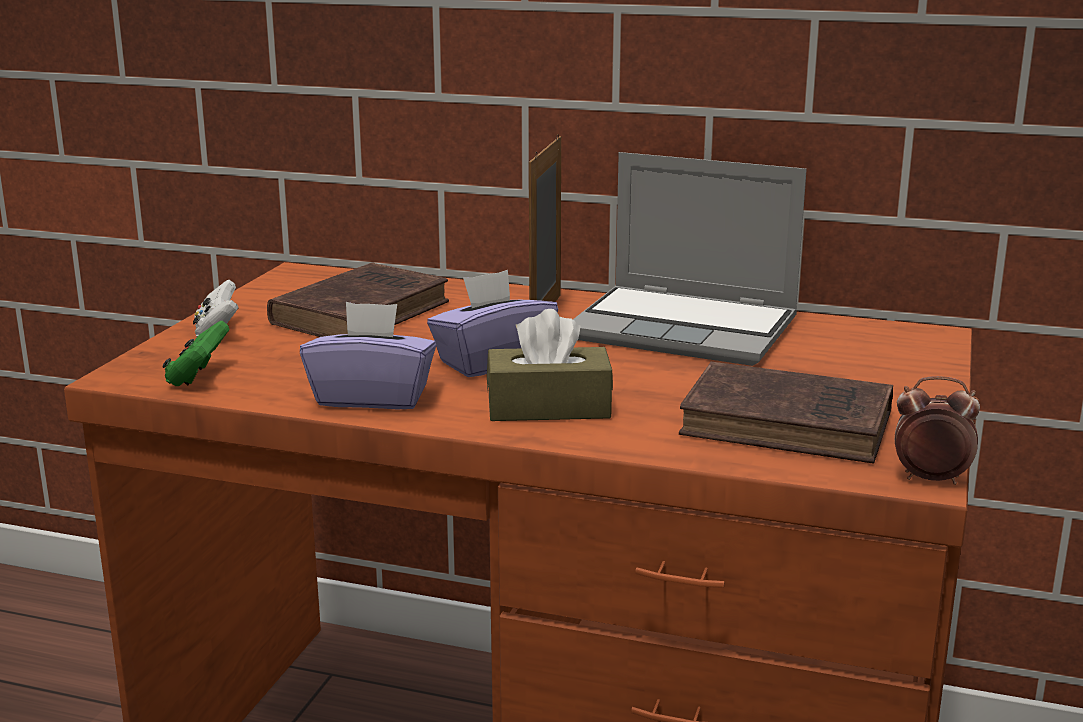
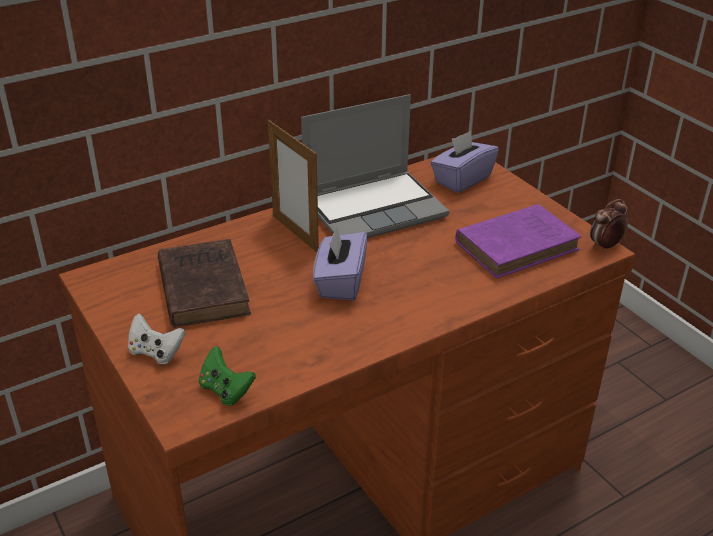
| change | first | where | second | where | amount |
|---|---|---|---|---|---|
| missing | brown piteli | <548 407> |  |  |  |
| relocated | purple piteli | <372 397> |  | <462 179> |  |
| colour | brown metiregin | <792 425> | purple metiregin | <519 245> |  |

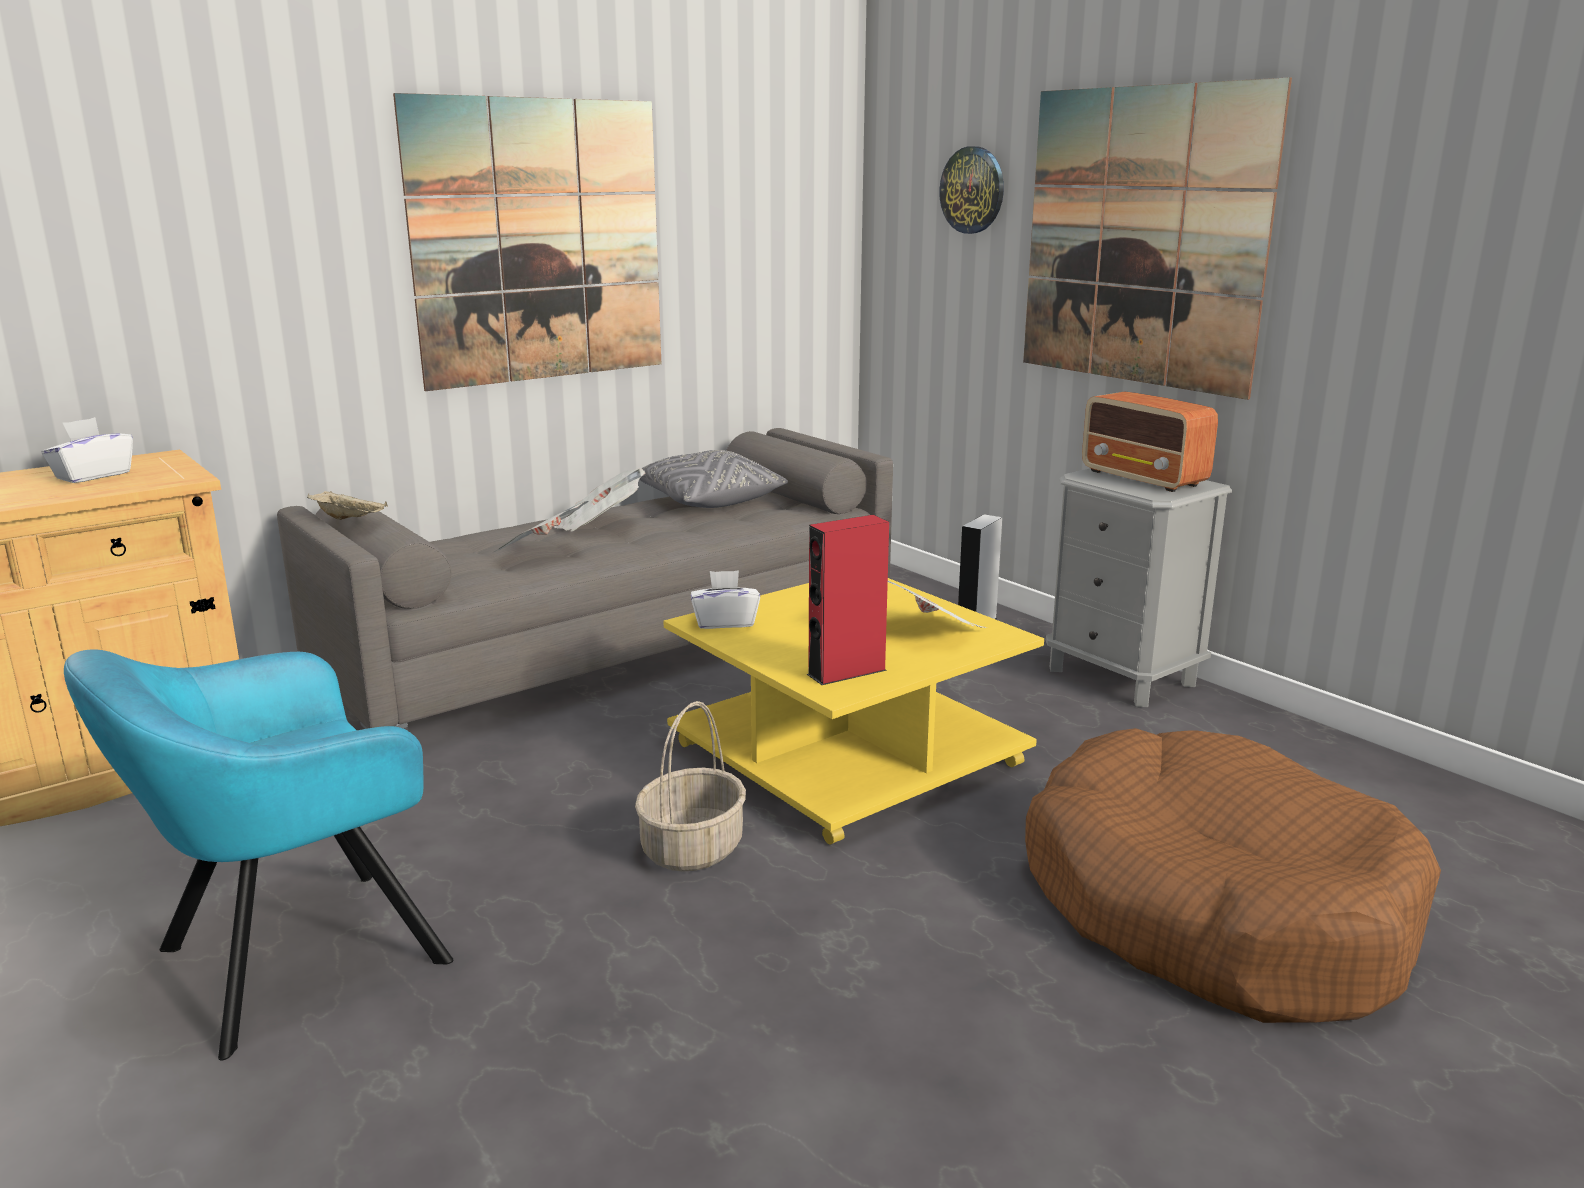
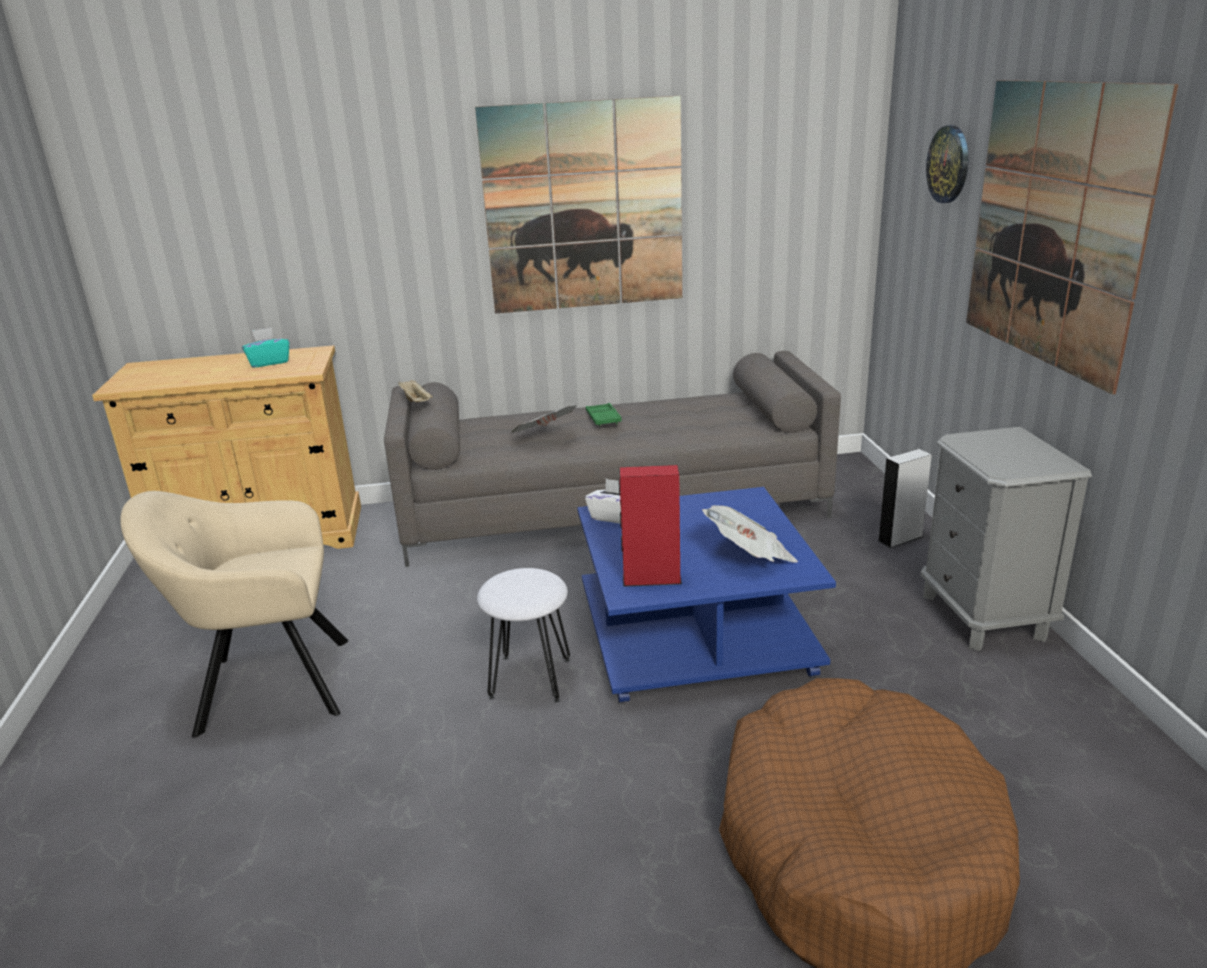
| change | first | where | second | where | amount |
|---|---|---|---|---|---|
| missing | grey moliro | <707 500> |  |  |  |
| missing | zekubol | <1144 478> |  |  |  |
| exchanged | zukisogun | <598 525> | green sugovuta | <603 418> |  |
| exchanged | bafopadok | <693 849> | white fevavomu | <530 679> |  |
| colour | white piteli | <93 475> | turquoise piteli | <269 362> |  |
| colour | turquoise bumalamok | <291 960> | beige bumalamok | <266 686> |  |
| colour | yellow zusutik | <848 752> | blue zusutik | <697 631> |  |

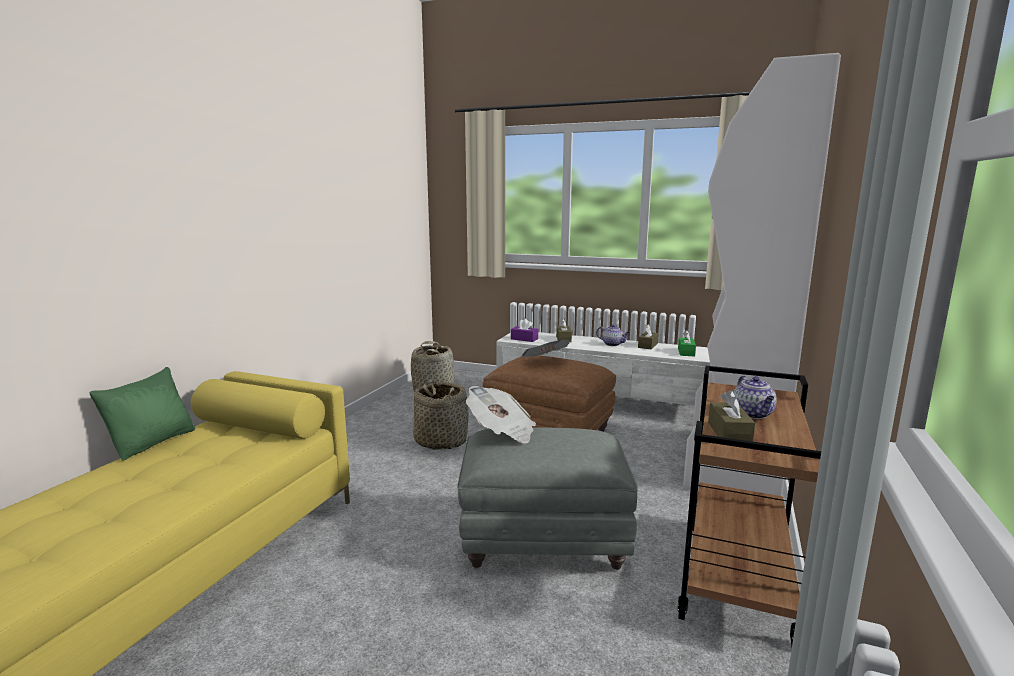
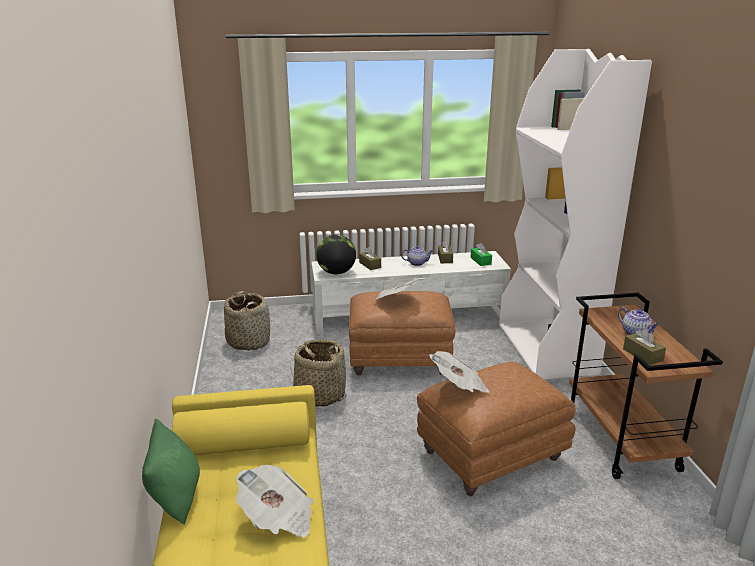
| change | first | where | second | where | amount |
|---|---|---|---|---|---|
| appeared |  |  | zukisogun | <278 517> |  |
| exchanged | purple piteli | <524 339> | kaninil | <336 272> |  |
| colour | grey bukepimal | <542 540> | brown bukepimal | <490 457> |  |

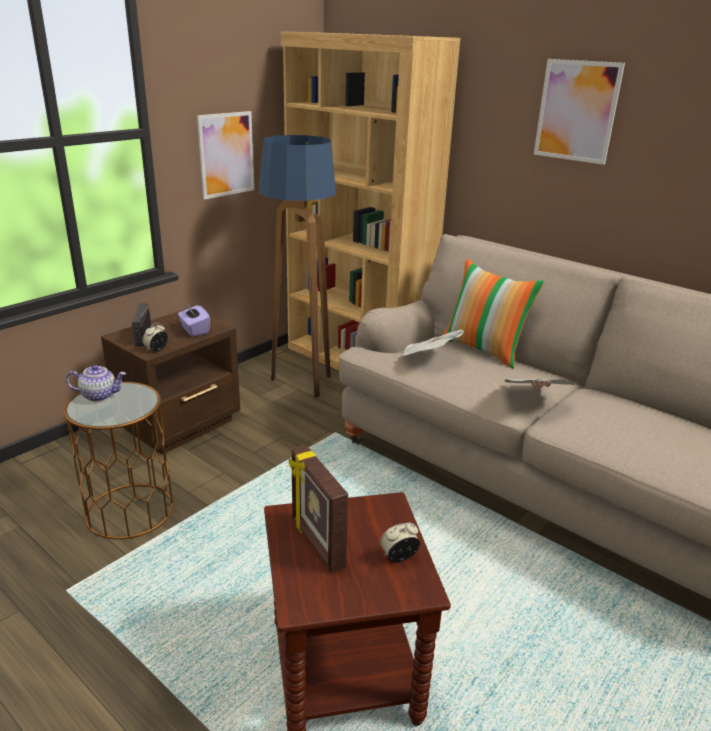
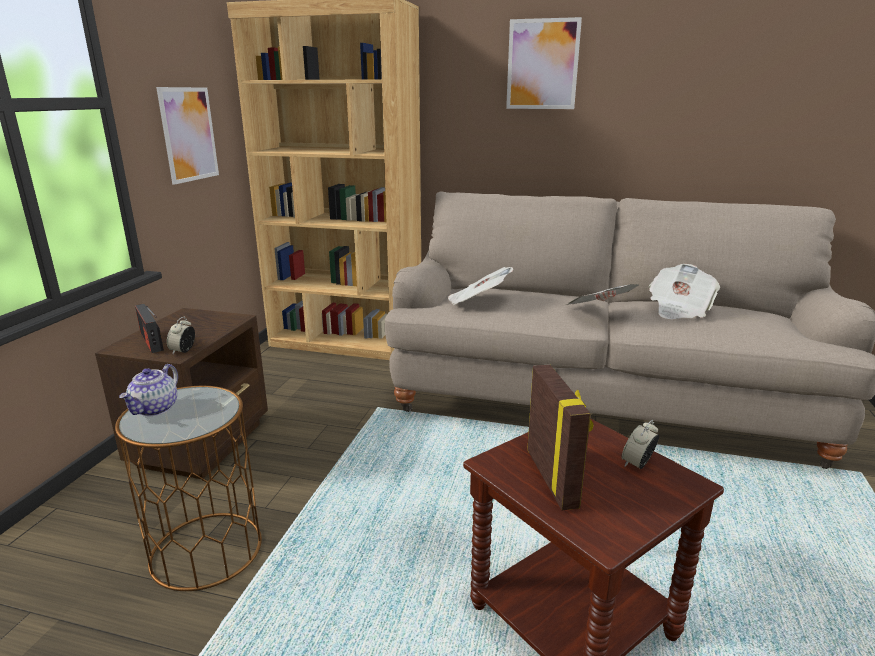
| change | first | where | second | where | amount |
|---|---|---|---|---|---|
| missing | purple piteli | <194 330> |  |  |  |
| missing | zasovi | <300 383> |  |  |  |
| missing | moliro | <484 350> |  |  |  |
| appeared |  |  | zukisogun | <679 309> |  |
| spun | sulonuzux | <99 395> |  | <155 409> | 135 degrees clockwise |
| spun | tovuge | <316 543> |  | <553 478> | 135 degrees counterclockwise |

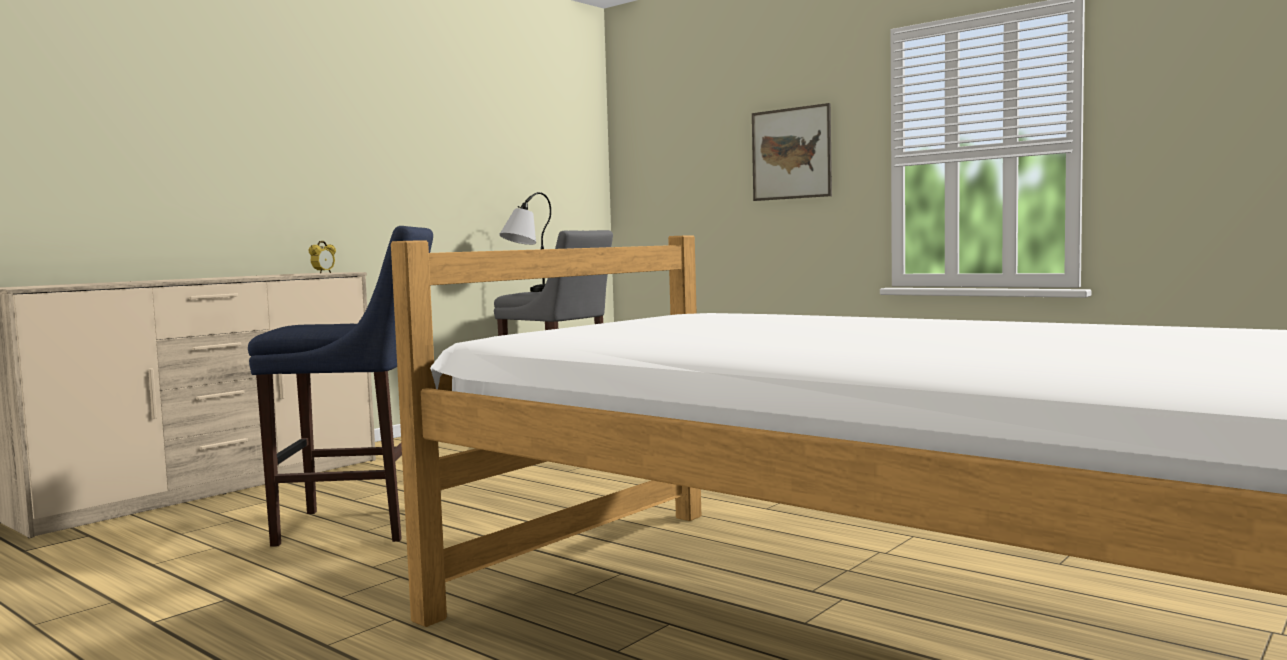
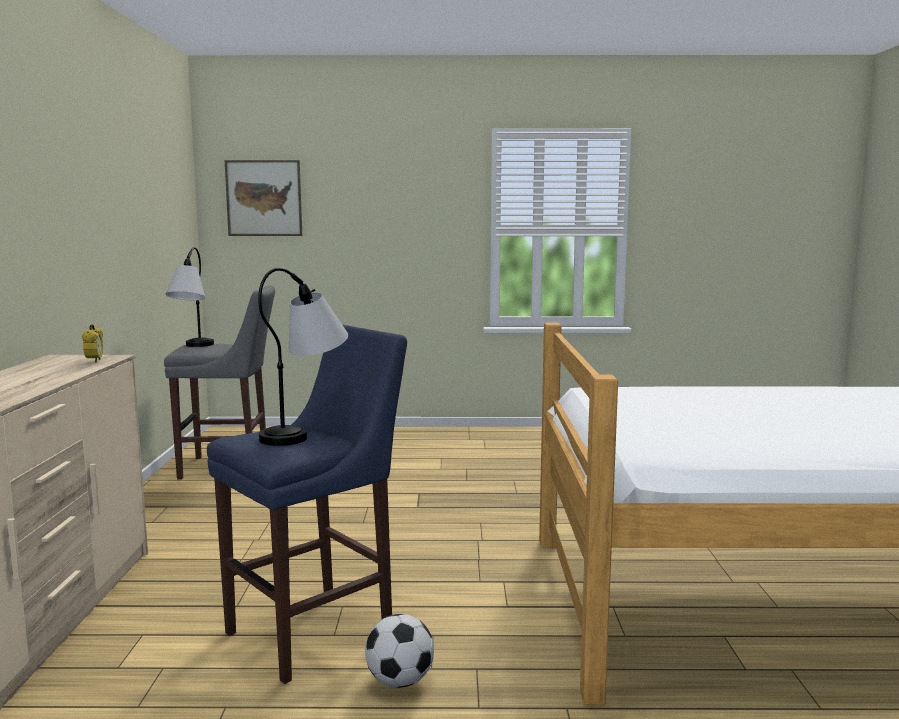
| change | first | where | second | where | amount |
|---|---|---|---|---|---|
| appeared |  |  | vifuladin | <307 431> |  |
| appeared |  |  | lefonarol | <399 681> |  |
| relocated | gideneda | <791 153> |  | <264 198> |  |

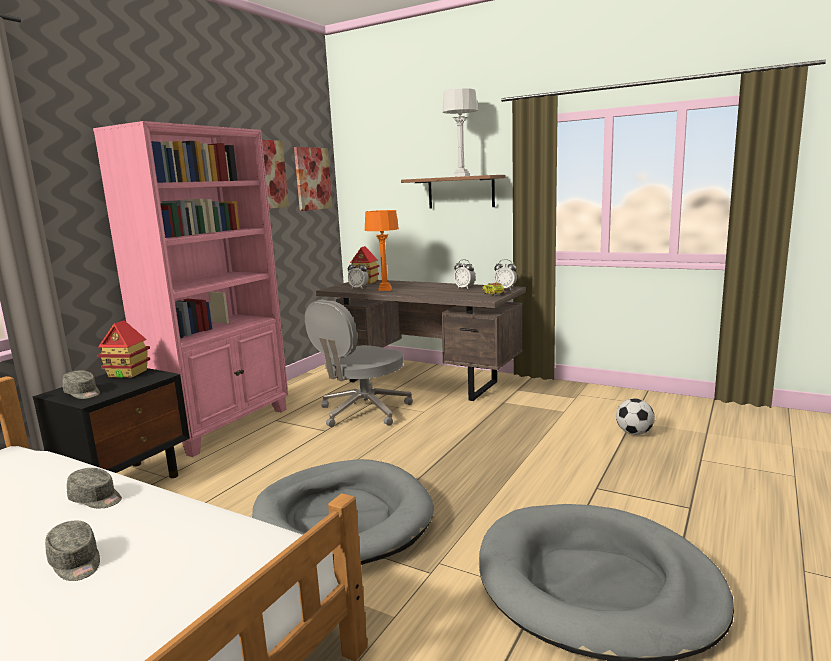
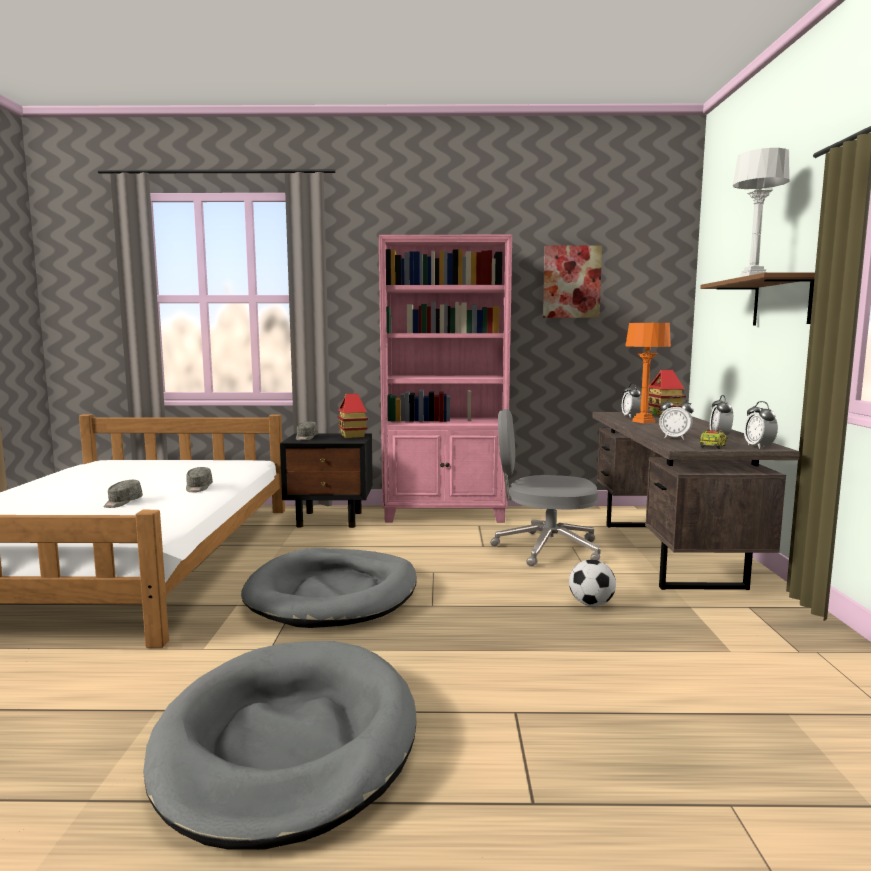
| change | first | where | second | where | amount |
|---|---|---|---|---|---|
| missing | gideneda | <312 179> |  |  |  |
| appeared |  |  | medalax | <674 438> |  |
| relocated | lefonarol | <634 433> |  | <591 604> |  |

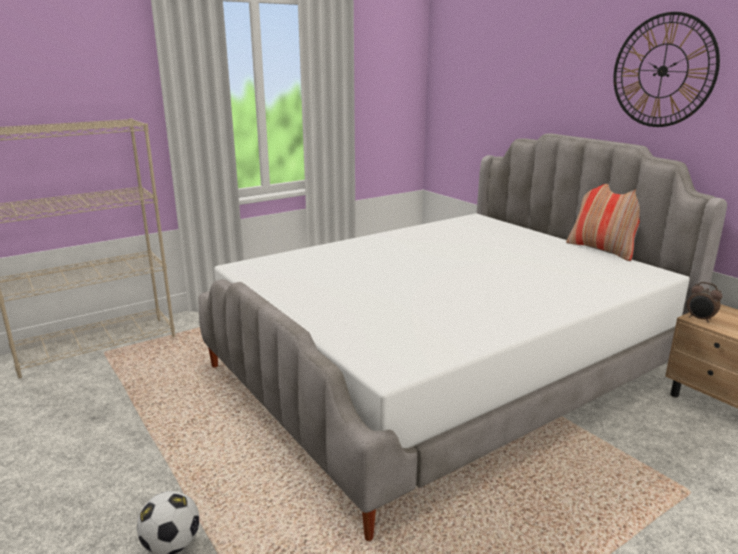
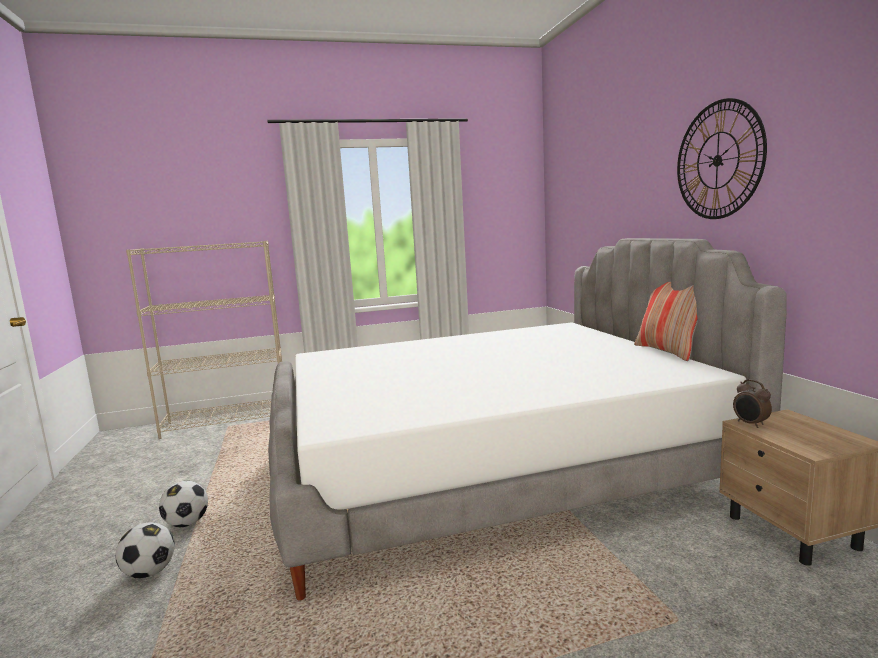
| change | first | where | second | where | amount |
|---|---|---|---|---|---|
| appeared |  |  | lefonarol | <187 523> |  |

